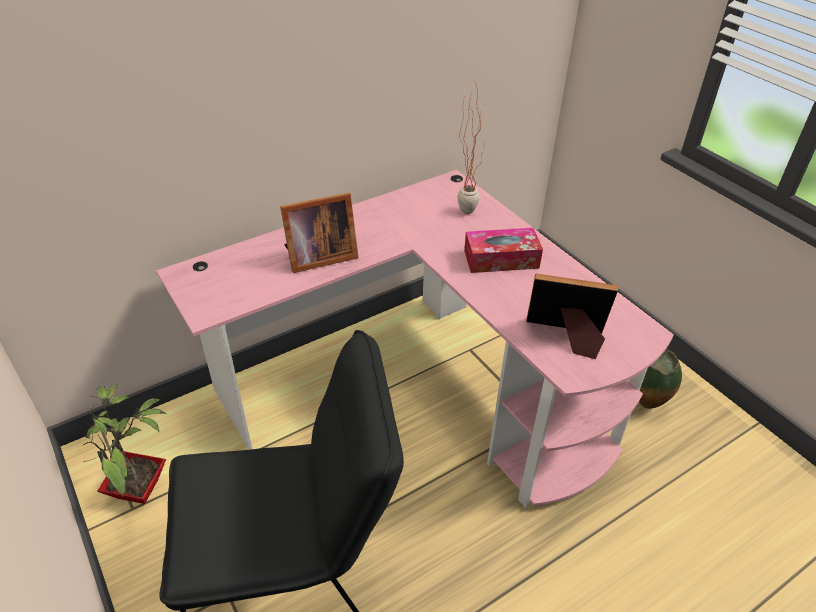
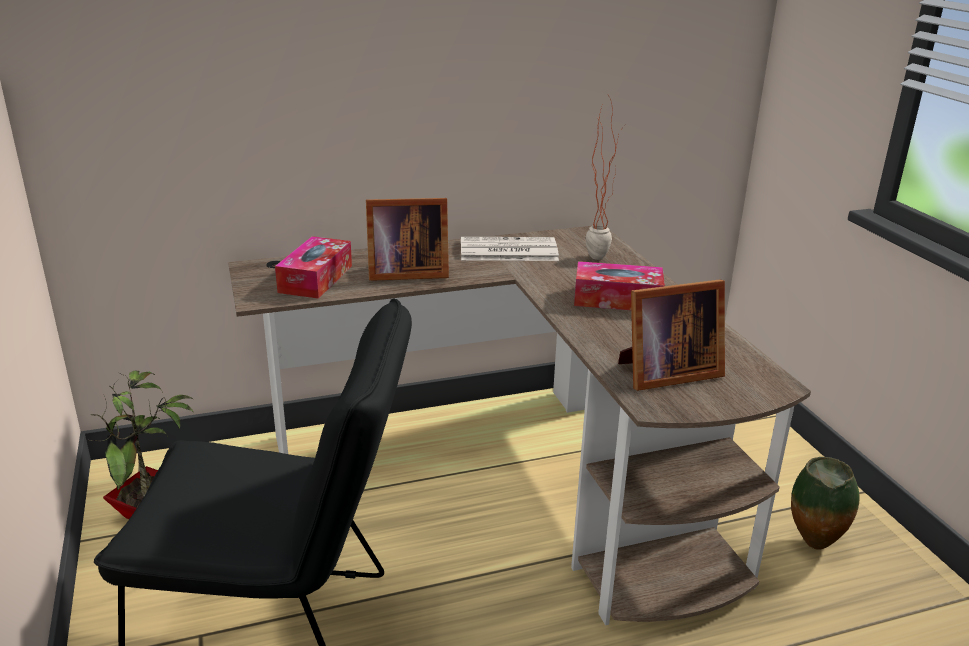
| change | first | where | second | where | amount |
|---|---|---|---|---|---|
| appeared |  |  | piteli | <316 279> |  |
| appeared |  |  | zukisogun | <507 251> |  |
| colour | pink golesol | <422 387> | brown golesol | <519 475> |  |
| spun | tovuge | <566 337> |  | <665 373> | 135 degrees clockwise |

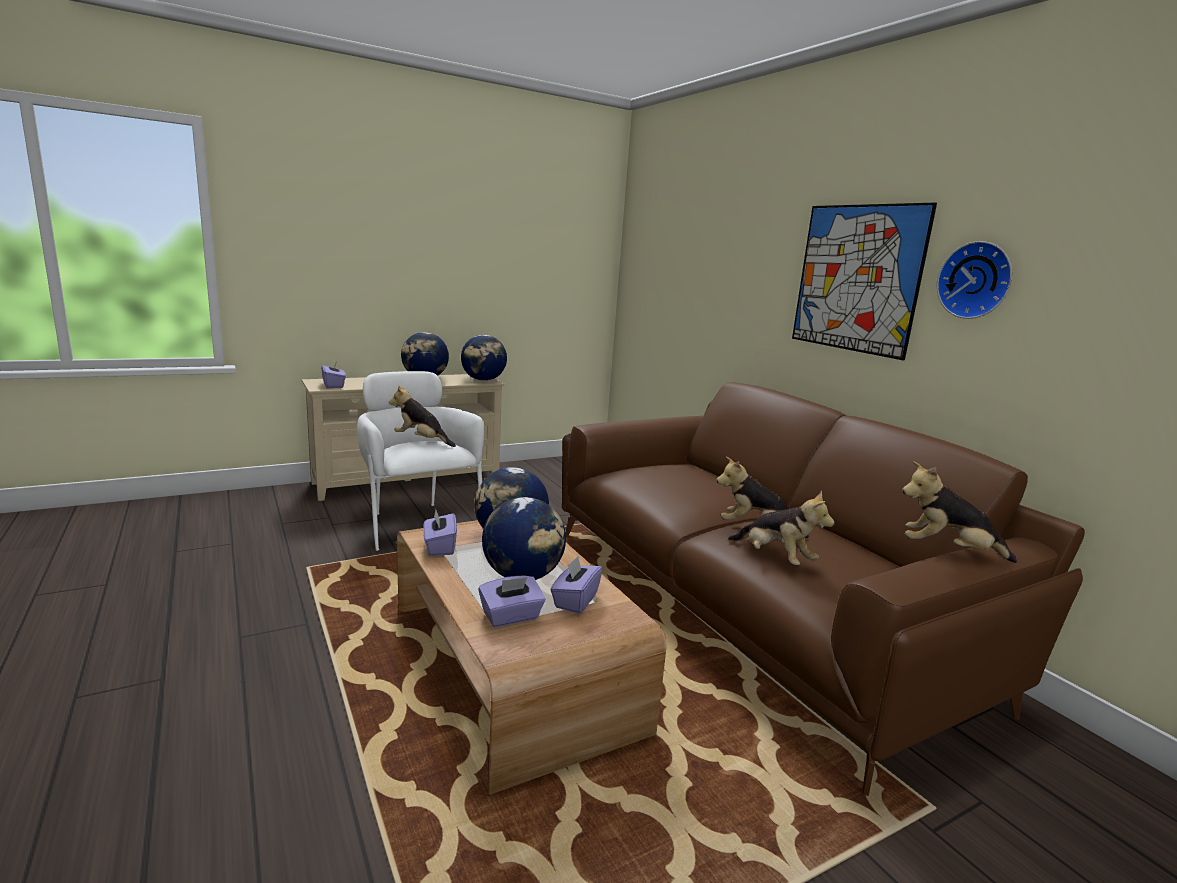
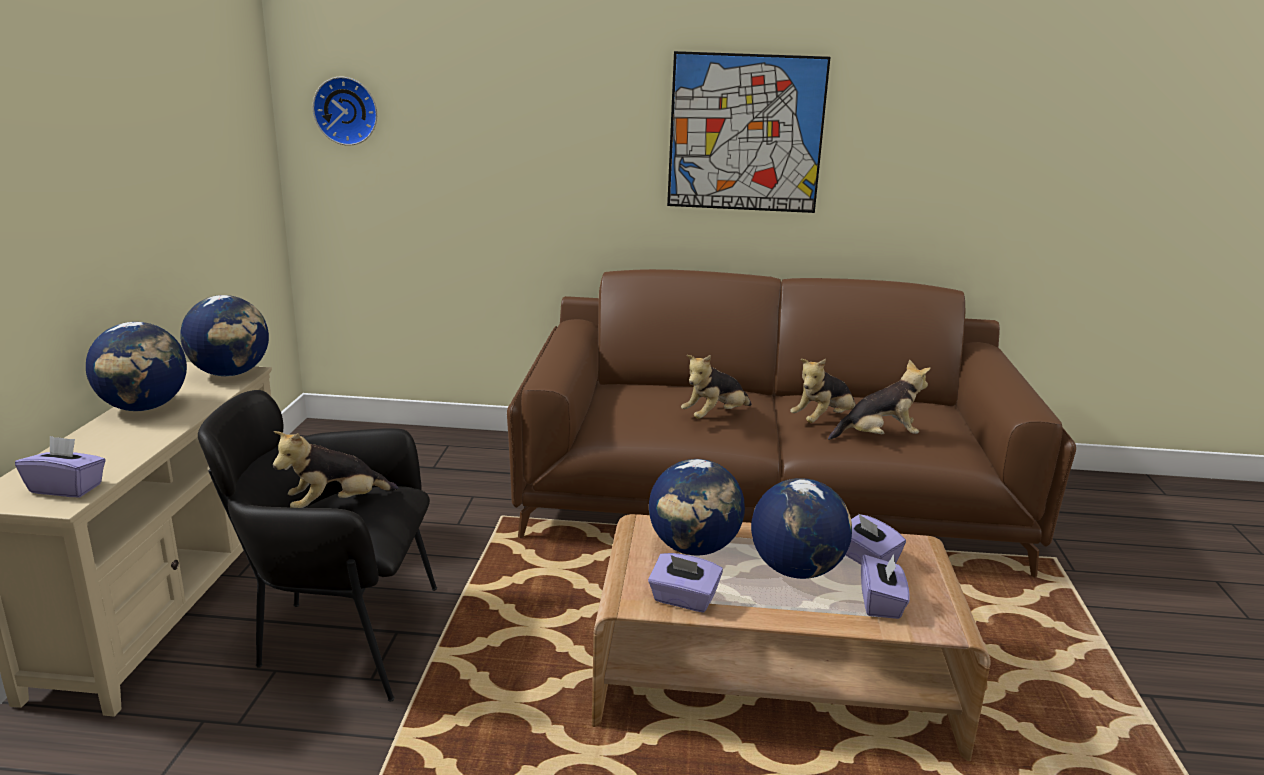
| change | first | where | second | where | amount |
|---|---|---|---|---|---|
| relocated | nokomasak | <947 551> |  | <715 416> |  |
| relocated | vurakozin | <976 280> |  | <347 110> |  |
| colour | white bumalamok | <417 522> | black bumalamok | <338 637> |  |

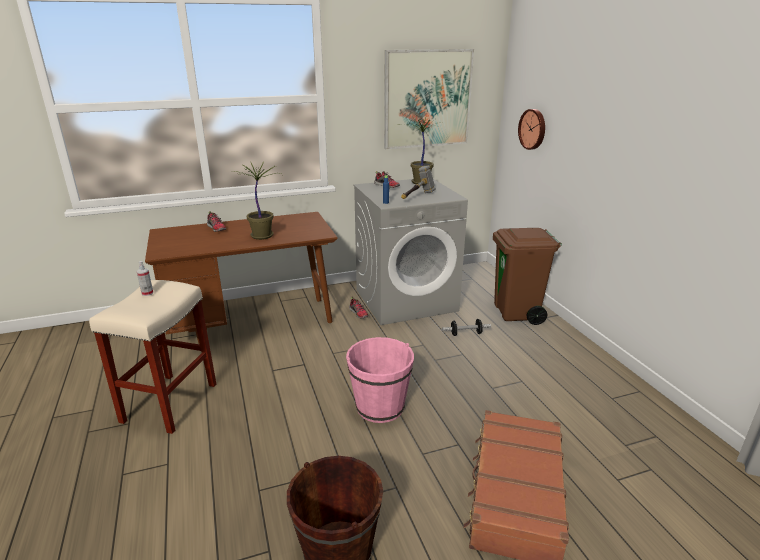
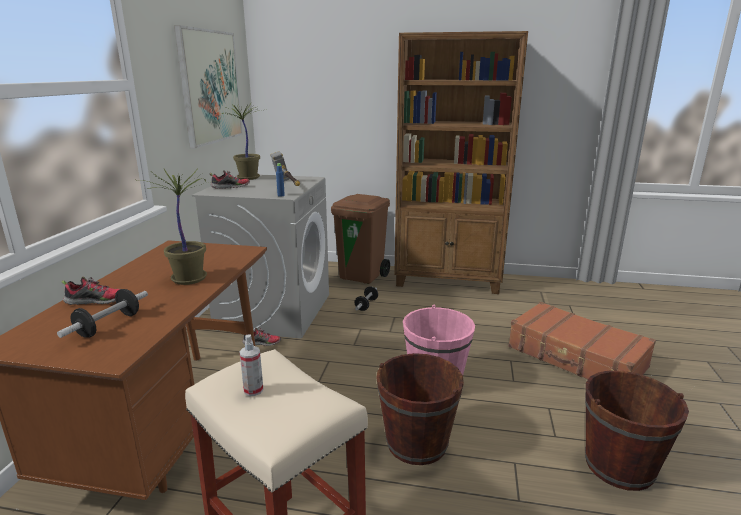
| change | first | where | second | where | amount |
|---|---|---|---|---|---|
| missing | vurakozin | <533 129> |  |  |  |
| appeared |  |  | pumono | <109 325> |  |
| appeared |  |  | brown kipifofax | <417 443> |  |
| appeared |  |  | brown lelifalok | <448 281> |  |

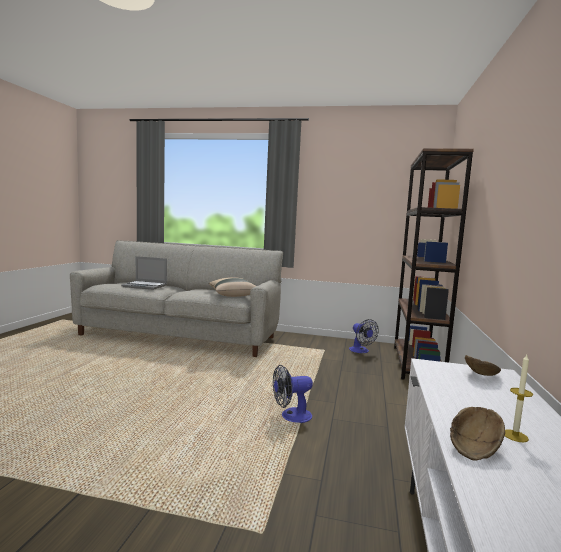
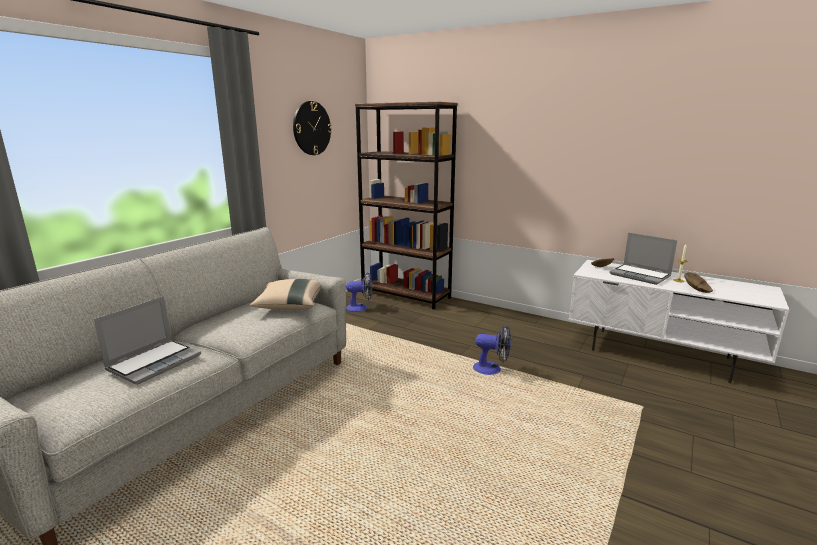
| change | first | where | second | where | amount |
|---|---|---|---|---|---|
| appeared |  |  | vurakozin | <311 128> |  |
| appeared |  |  | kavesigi | <641 275> |  |
| spun | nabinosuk | <291 416> |  | <492 369> | 75 degrees counterclockwise |

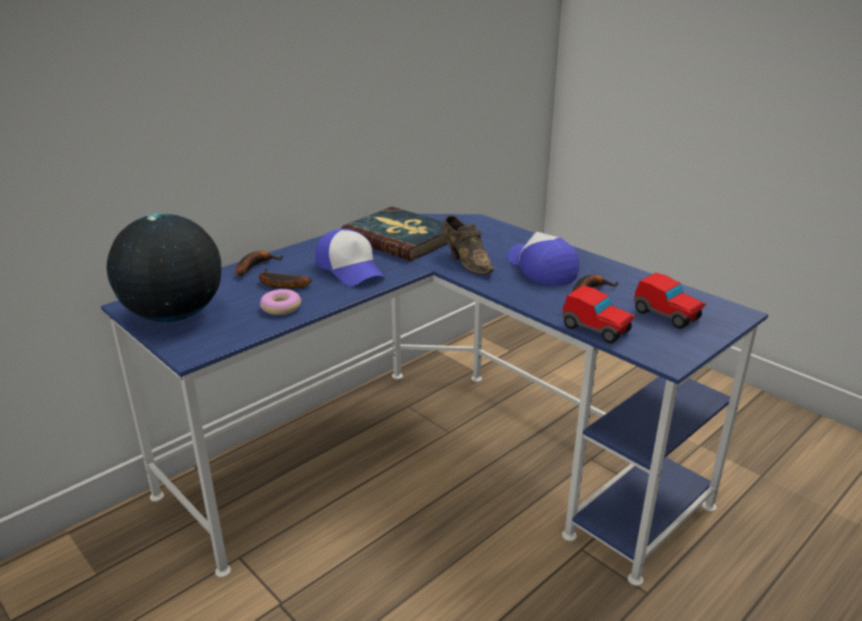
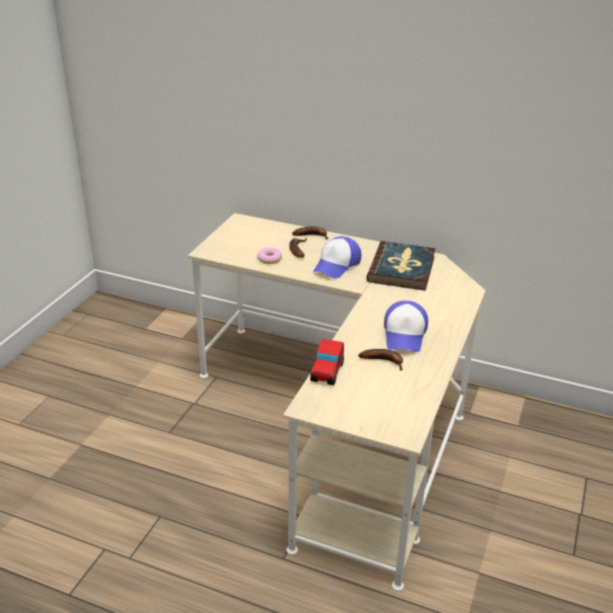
| change | first | where | second | where | amount |
|---|---|---|---|---|---|
| missing | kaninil | <174 316> |  |  |  |
| missing | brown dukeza | <467 262> |  |  |  |
| missing | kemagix | <667 315> |  |  |  |
| colour | blue golesol | <432 460> | beige golesol | <345 423> |  |
| spun | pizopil | <541 269> |  | <405 334> | 150 degrees clockwise |

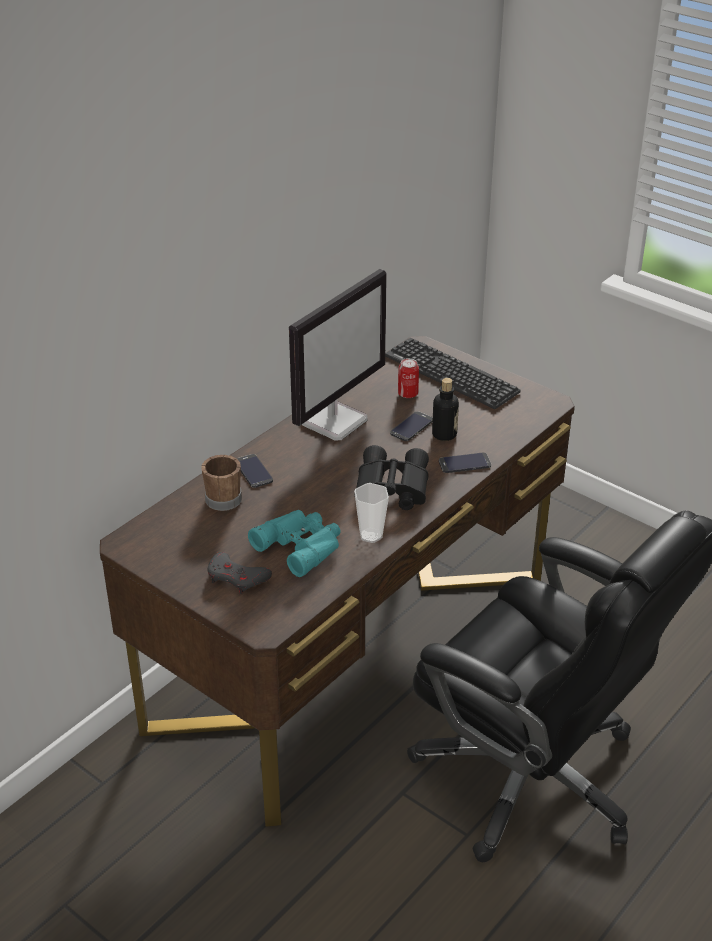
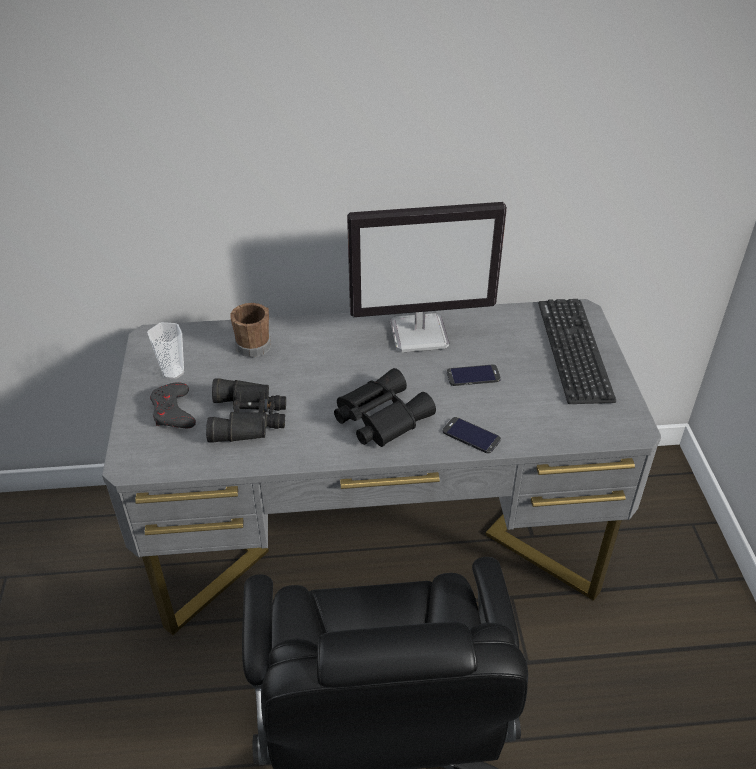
| change | first | where | second | where | amount |
|---|---|---|---|---|---|
| missing | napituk | <253 471> |  |  |  |
| missing | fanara | <408 394> |  |  |  |
| missing | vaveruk | <444 434> |  |  |  |
| relocated | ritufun | <371 535> |  | <173 372> |  |
| colour | brown golesol | <353 650> | grey golesol | <378 544> |  |
| colour | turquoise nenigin | <301 545> | black nenigin | <249 418> |  |

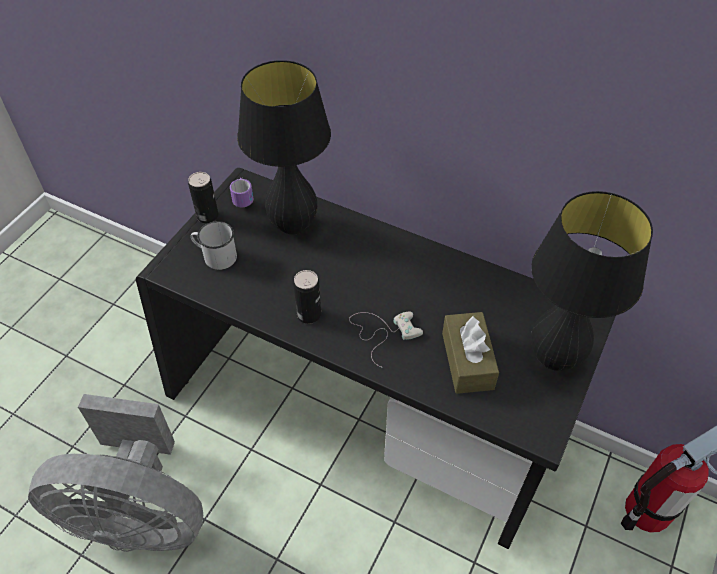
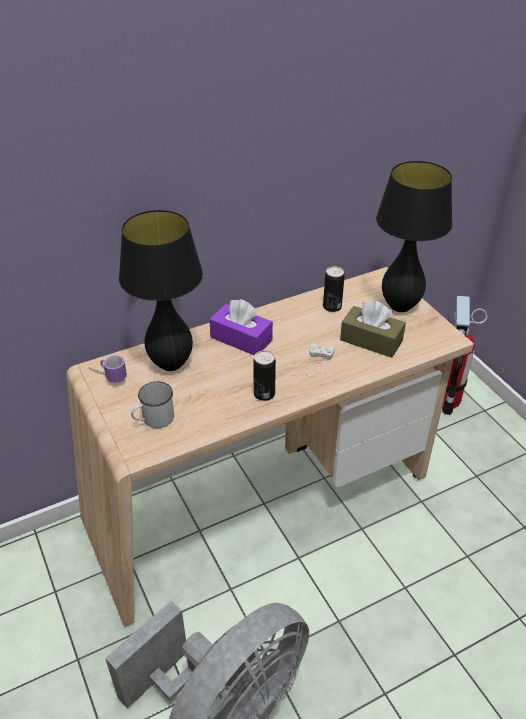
| change | first | where | second | where | amount |
|---|---|---|---|---|---|
| appeared |  |  | purple piteli | <241 339> |  |
| relocated | fanara | <207 216> |  | <332 307> |  |
| colour | black golesol | <358 418> | beige golesol | <262 503> |  |

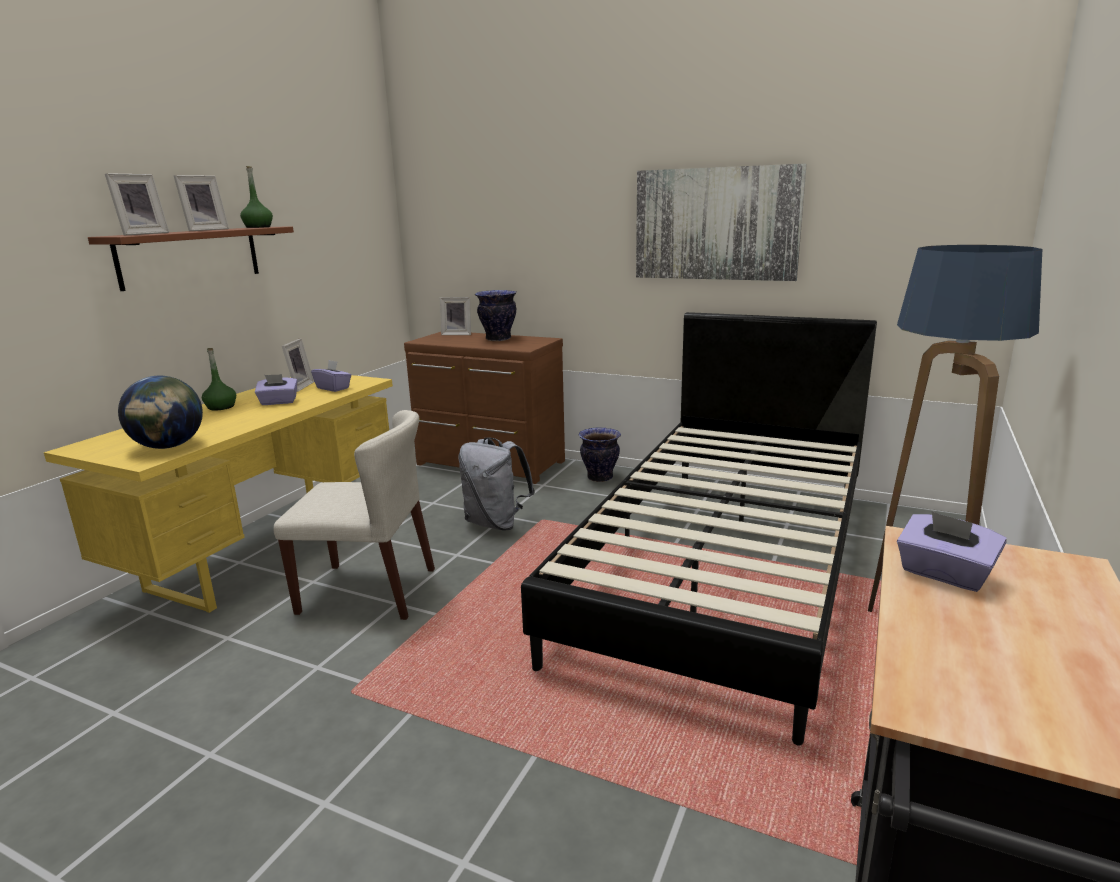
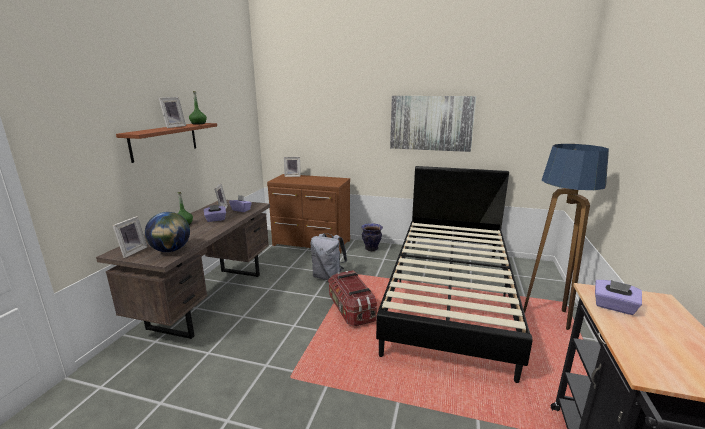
| change | first | where | second | where | amount |
|---|---|---|---|---|---|
| missing | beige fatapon | <369 590> |  |  |  |
| missing | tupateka | <498 339> |  |  |  |
| appeared |  |  | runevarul | <351 309> |  |
| relocated | tovuge | <141 234> |  | <132 251> |  |
| colour | yellow golesol | <269 548> | brown golesol | <209 298> |  |

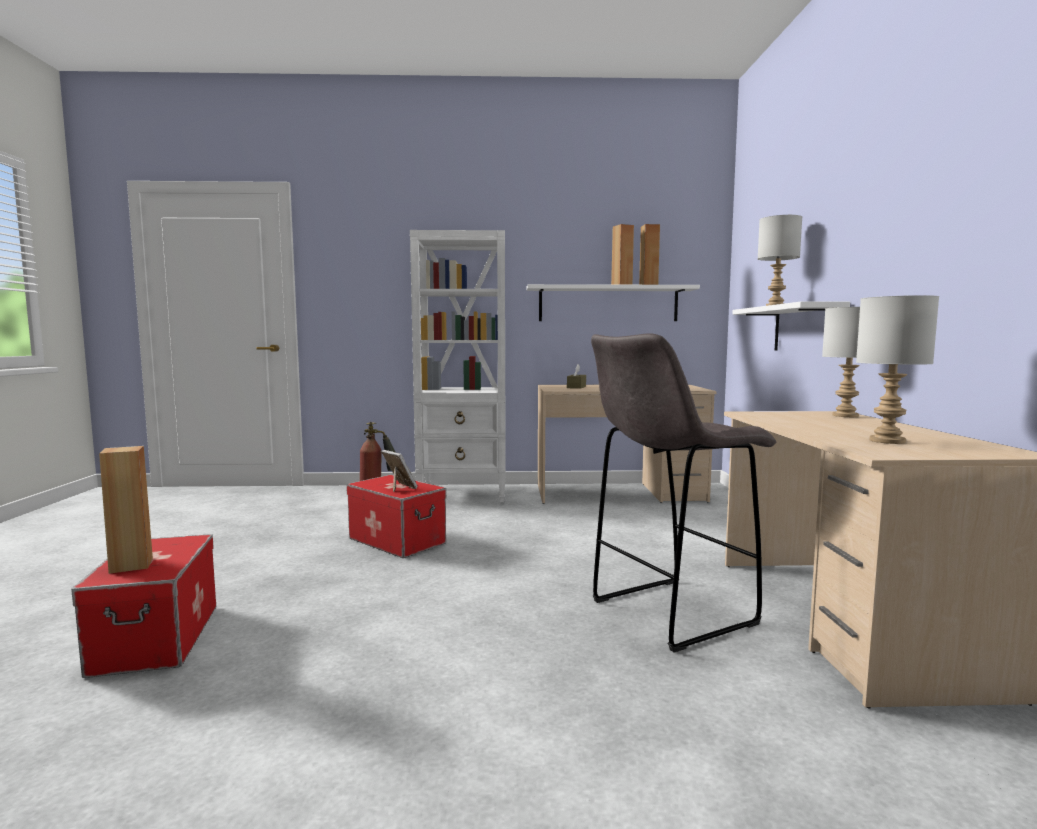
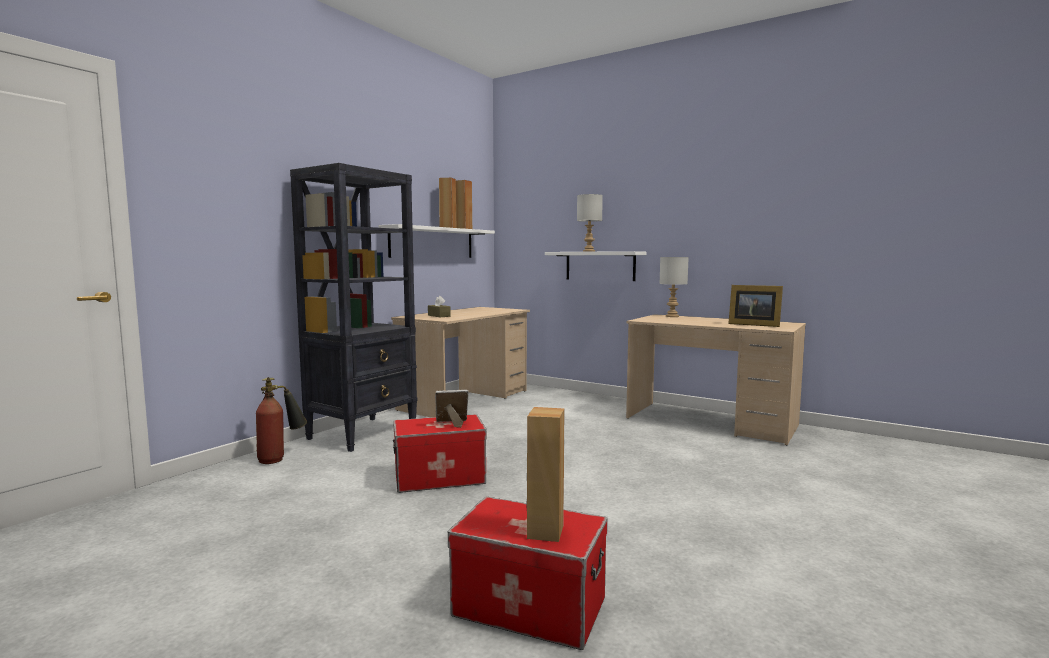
| change | first | where | second | where | amount |
|---|---|---|---|---|---|
| missing | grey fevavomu | <668 613> |  |  |  |
| exchanged | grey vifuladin | <889 441> | tovuge | <752 324> |  |
| colour | white lelifalok | <464 494> | black lelifalok | <363 433> |  |

